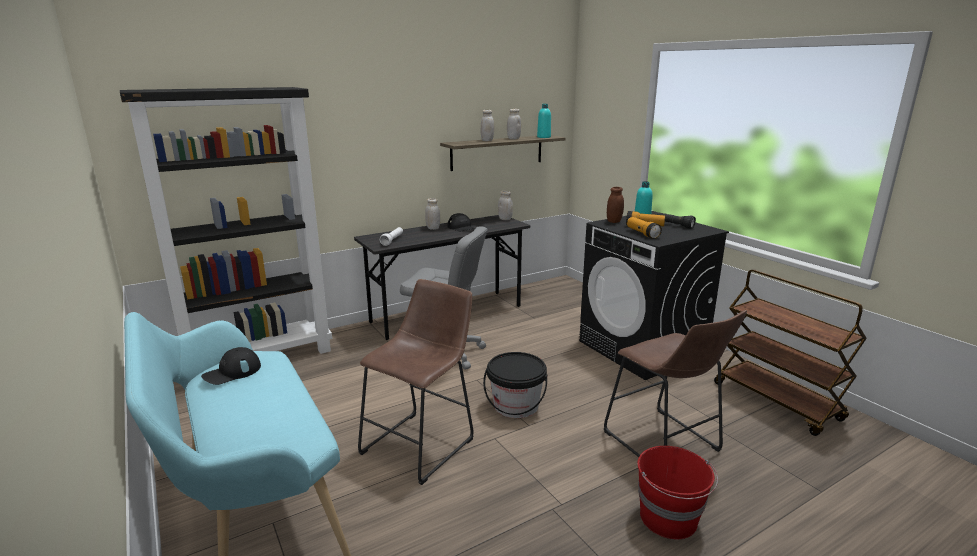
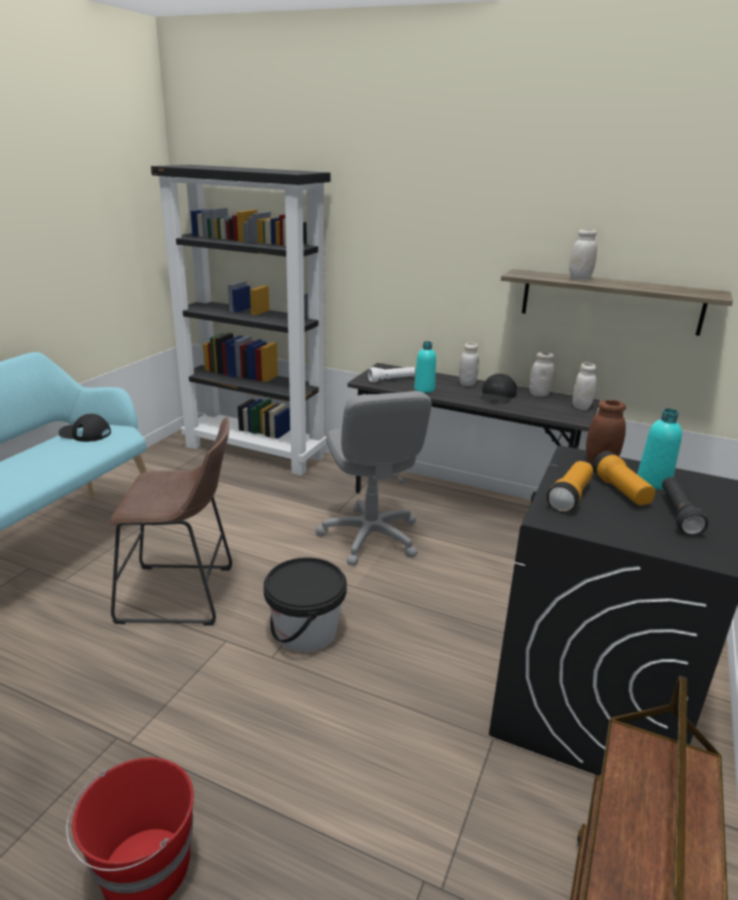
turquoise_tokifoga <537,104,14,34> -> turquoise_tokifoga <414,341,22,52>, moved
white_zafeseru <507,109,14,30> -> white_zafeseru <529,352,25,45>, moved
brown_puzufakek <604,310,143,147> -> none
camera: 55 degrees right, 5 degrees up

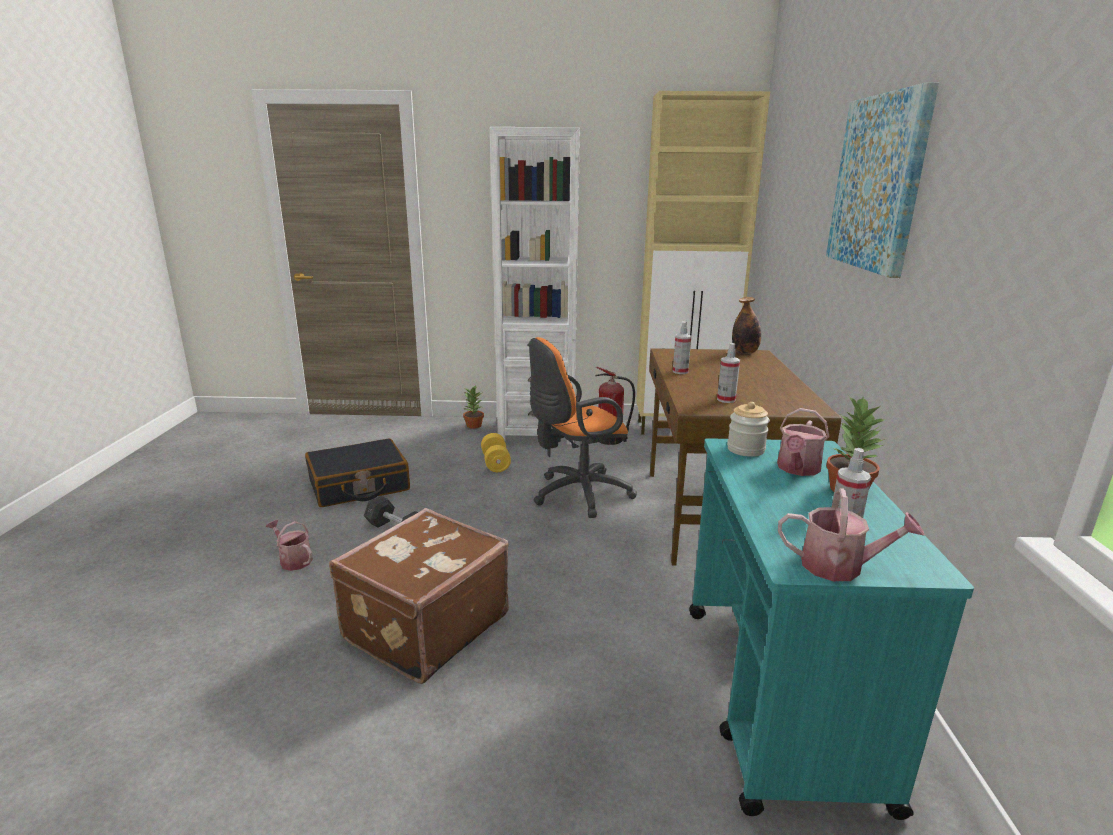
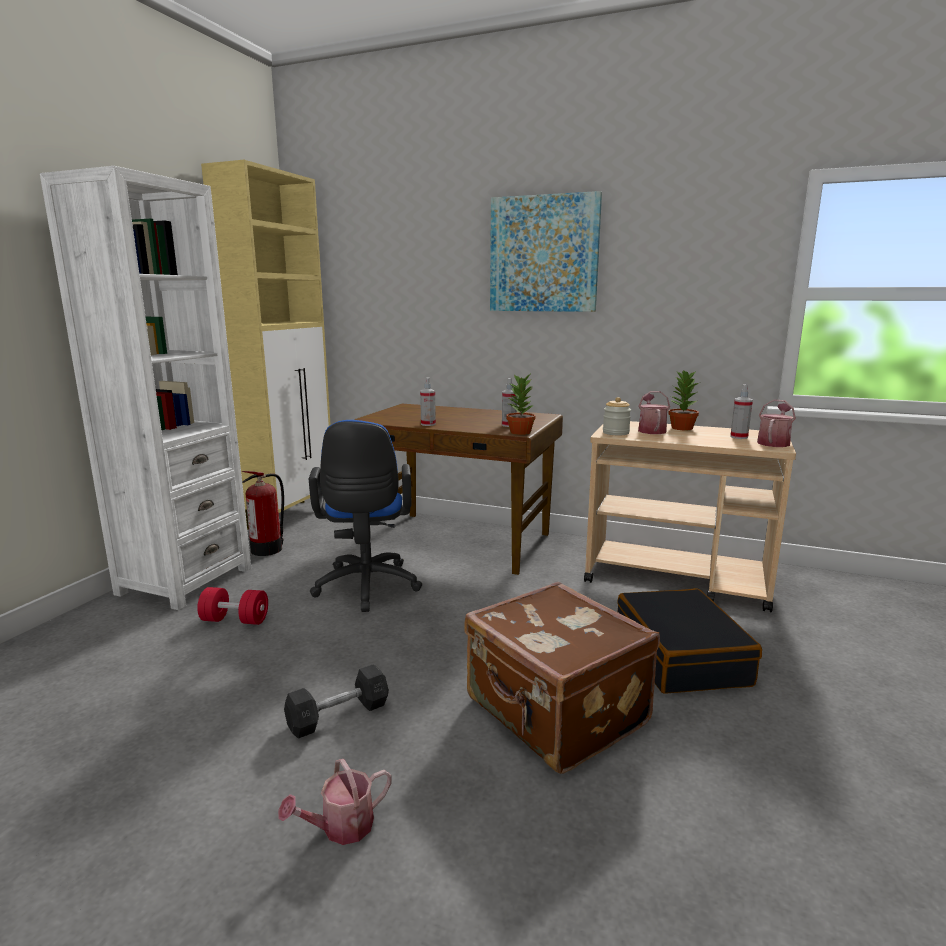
tokifoga <732,297,29,57> -> none
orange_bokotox <529,337,108,181> -> blue_bokotox <309,420,113,192>
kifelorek <463,386,21,43> -> kifelorek <506,375,29,60>, moved
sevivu <777,408,52,68> -> sevivu <638,391,32,43>, 135 degrees counterclockwise
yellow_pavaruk <481,433,30,39> -> red_pavaruk <197,587,71,38>
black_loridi <305,438,105,69> -> black_loridi <617,588,145,106>, moved
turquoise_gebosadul <689,438,285,382> -> beige_gebosadul <584,421,212,191>
camera: 70 degrees left, 5 degrees down

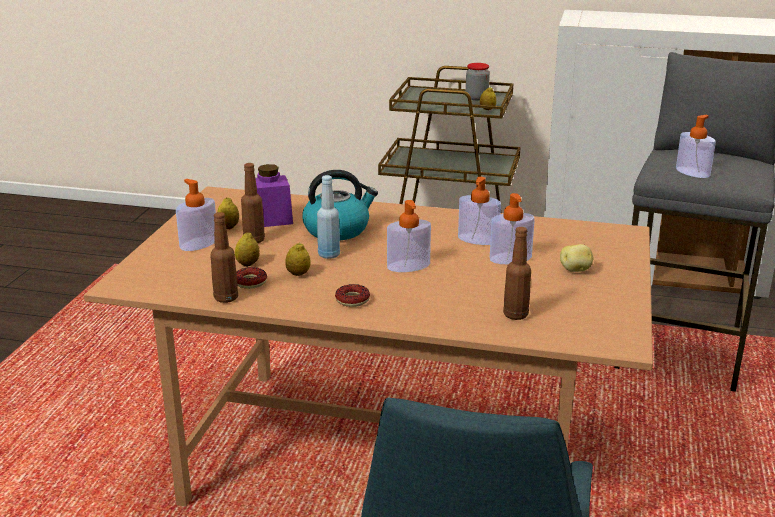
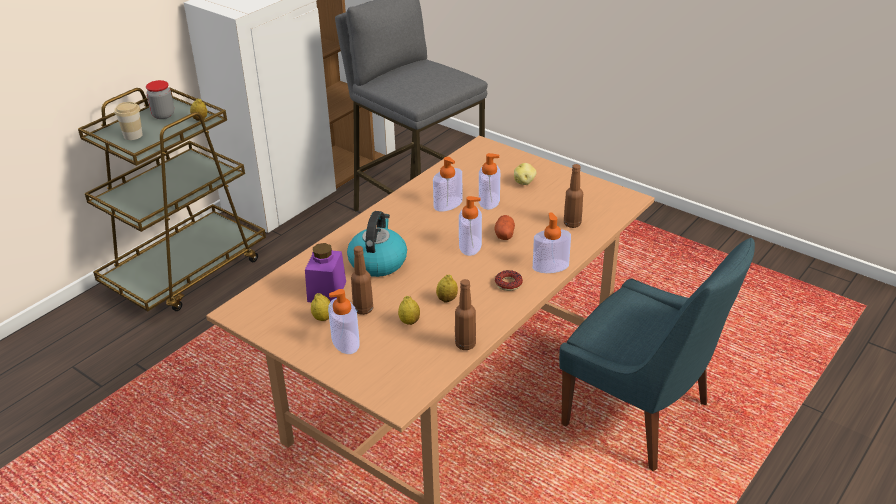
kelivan <676,115,40,63> -> kelivan <533,212,38,61>, moved
blue_tokifoga <317,175,23,84> -> none
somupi <236,267,31,22> -> none
none -> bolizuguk <114,102,29,38>
none -> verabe <494,215,21,25>
camera: 65 degrees left, 10 degrees up

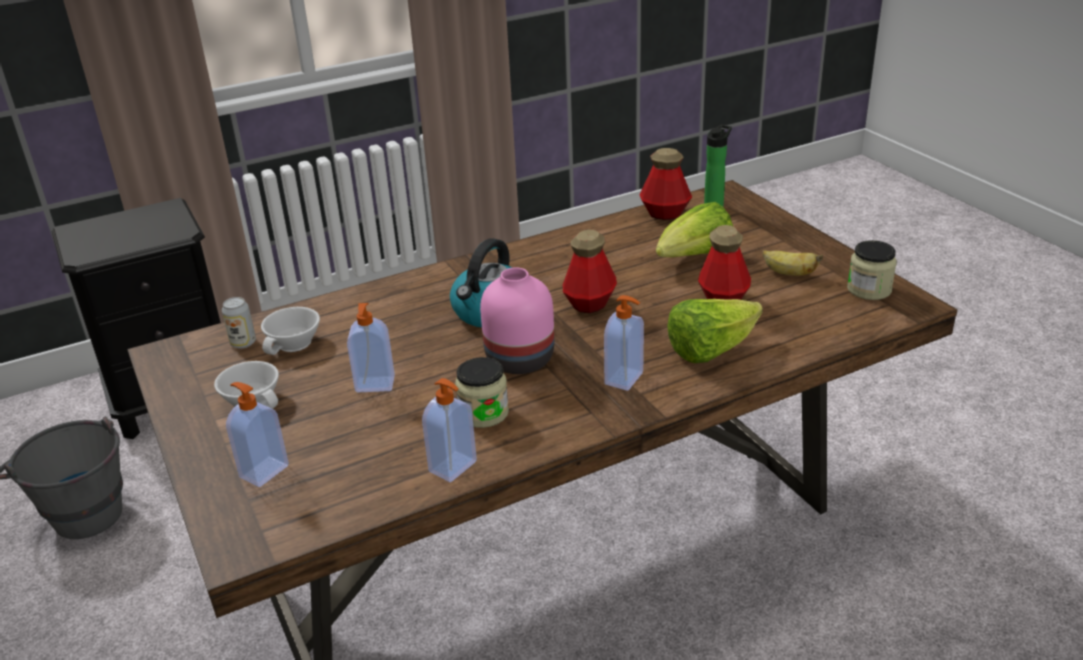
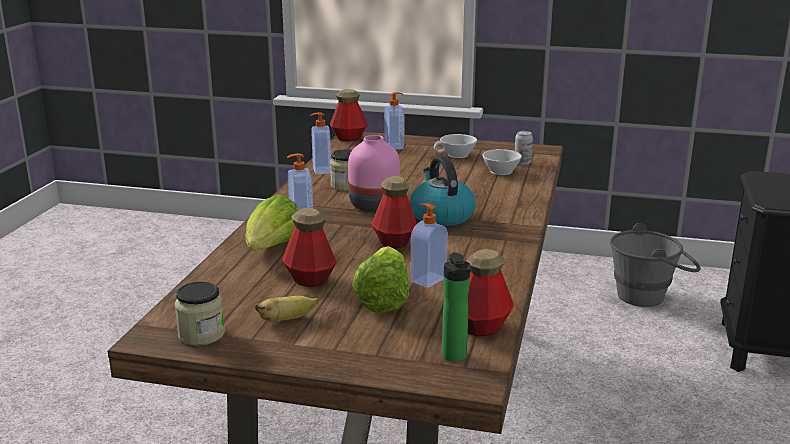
kelivan <347,303,48,89> -> kelivan <410,203,38,85>, moved
none -> tokifoga <330,89,38,52>
camera: 130 degrees right, 10 degrees down

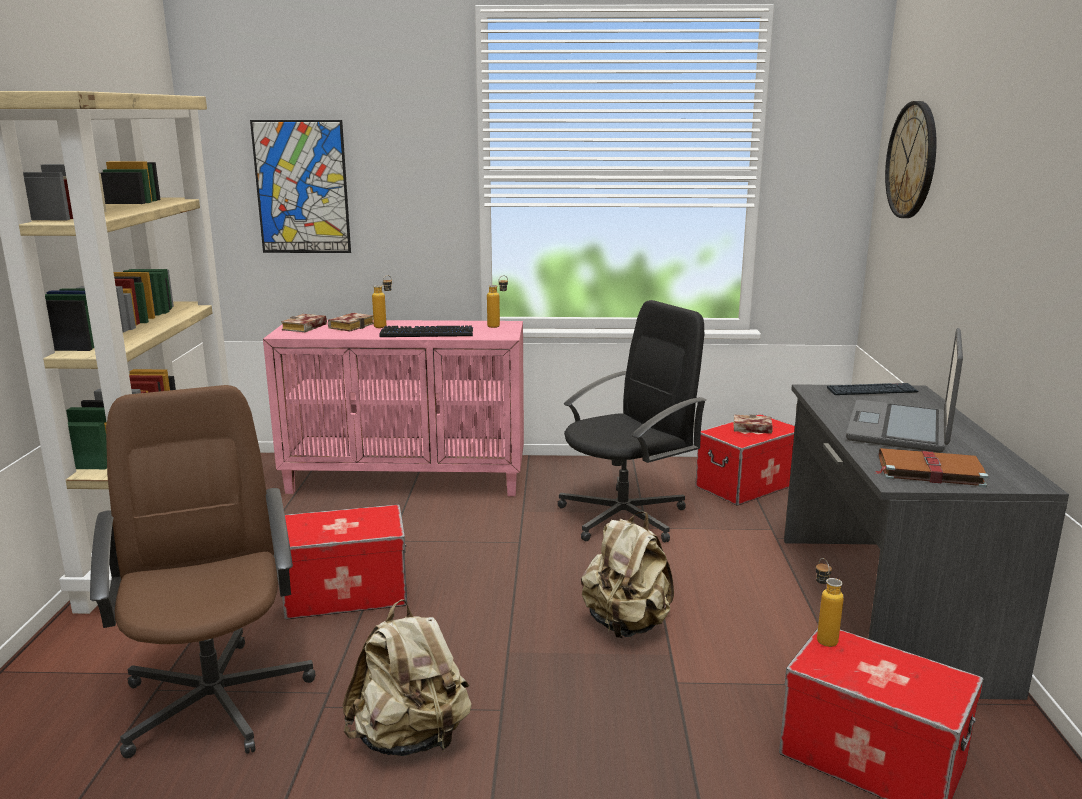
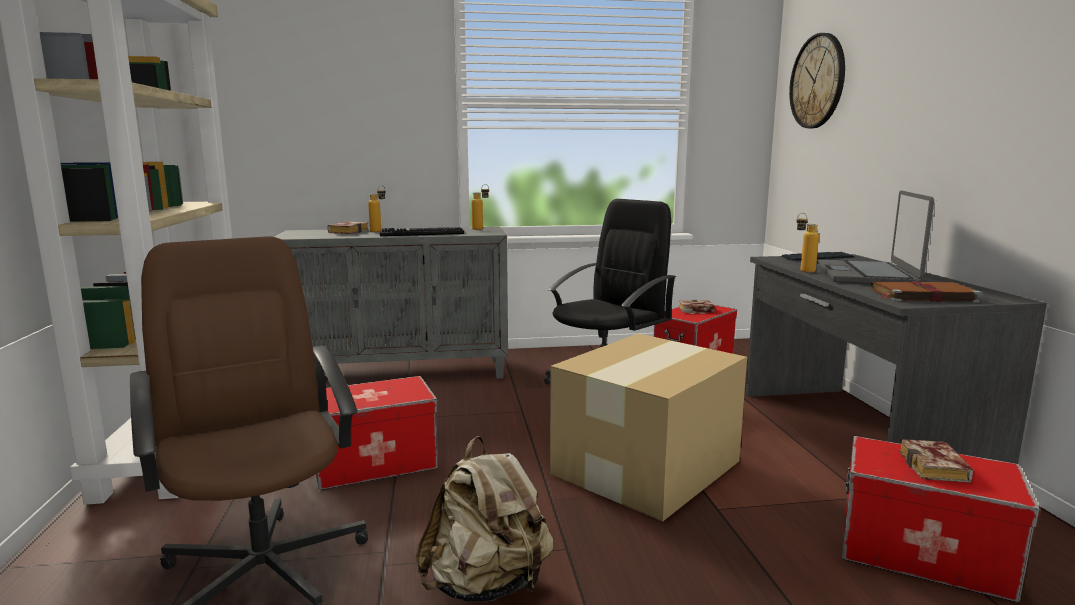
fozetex <250,120,101,133> -> none
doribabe <281,314,46,18> -> doribabe <899,439,74,44>, moved
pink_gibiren <263,320,261,176> -> grey_gibiren <275,227,233,152>
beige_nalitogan <581,512,93,126> -> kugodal <550,334,197,188>
tokifoga <816,558,28,89> -> tokifoga <796,213,23,60>, moved
camera: 10 degrees left, 5 degrees down

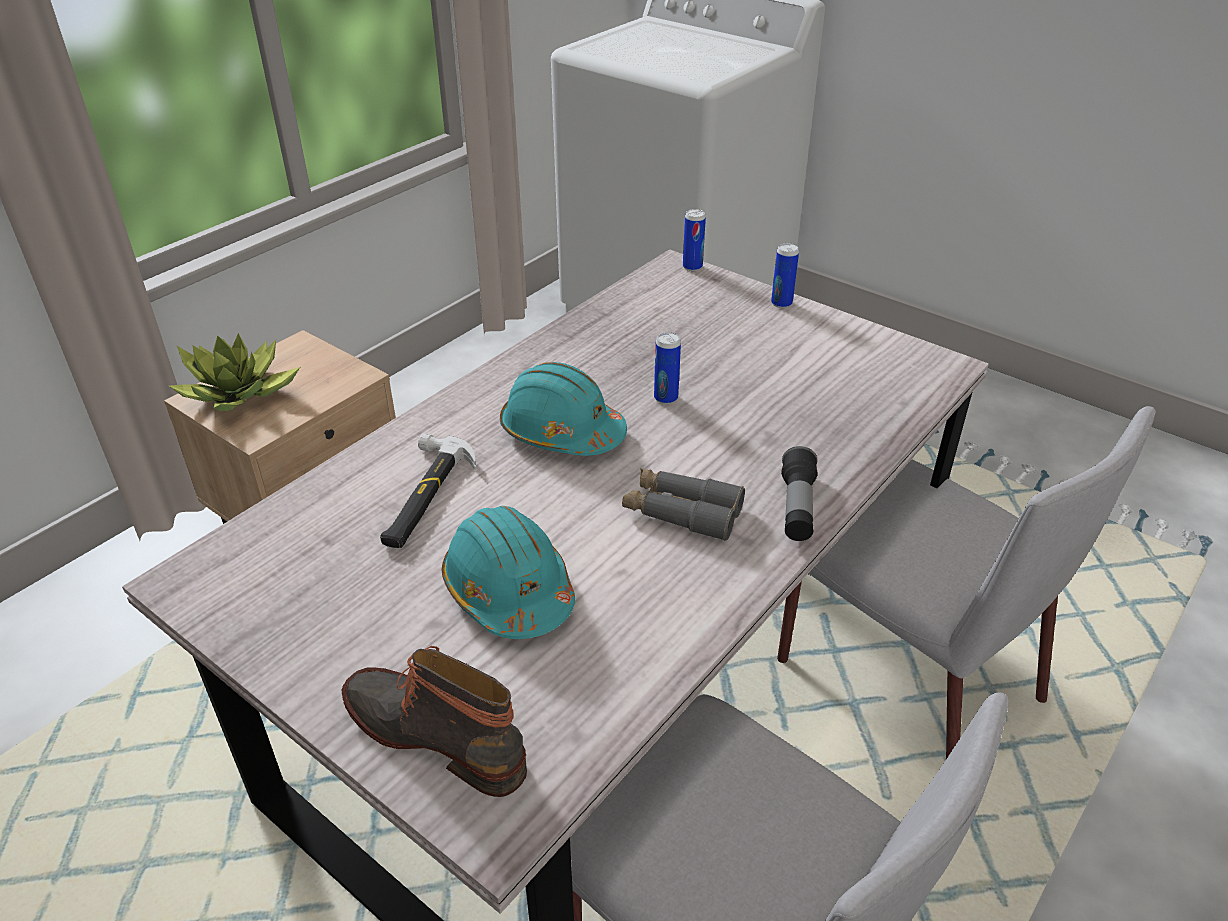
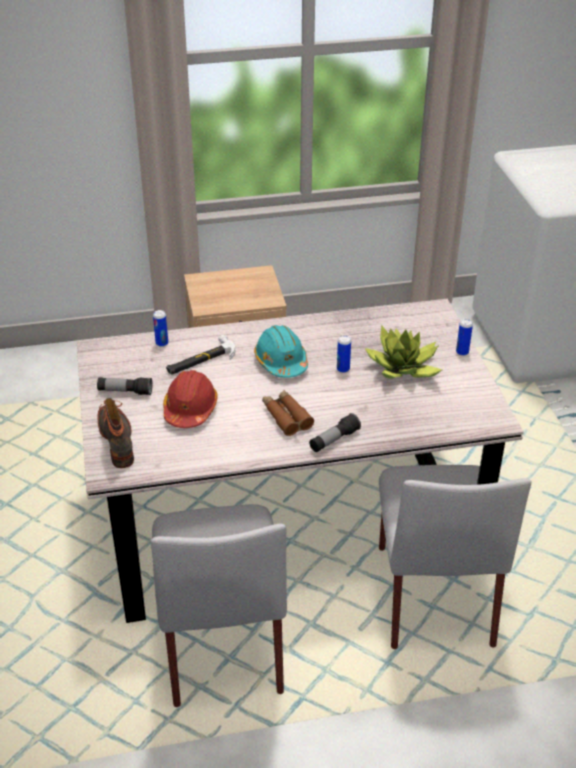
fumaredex <683,209,23,62> -> fumaredex <153,310,15,37>, moved
kifelorek <169,333,131,78> -> kifelorek <365,325,77,54>, moved
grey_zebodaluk <622,468,123,73> -> brown_zebodaluk <262,390,52,46>
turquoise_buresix <442,506,133,133> -> red_buresix <163,370,55,58>
none -> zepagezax <97,377,55,18>
camera: 40 degrees right, 0 degrees up

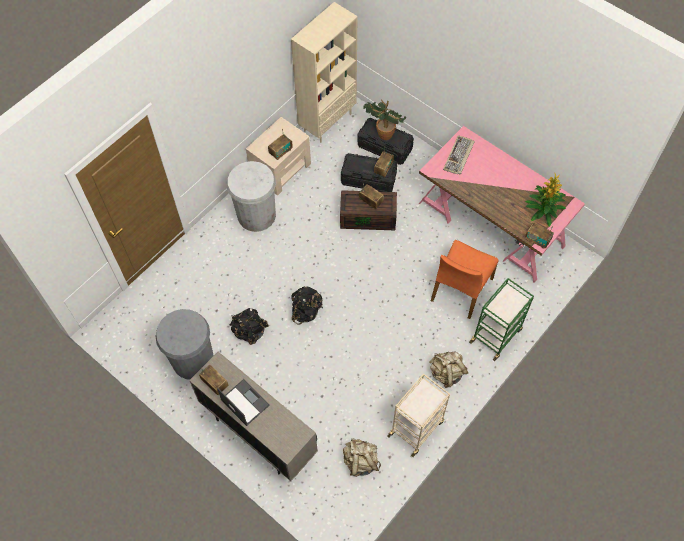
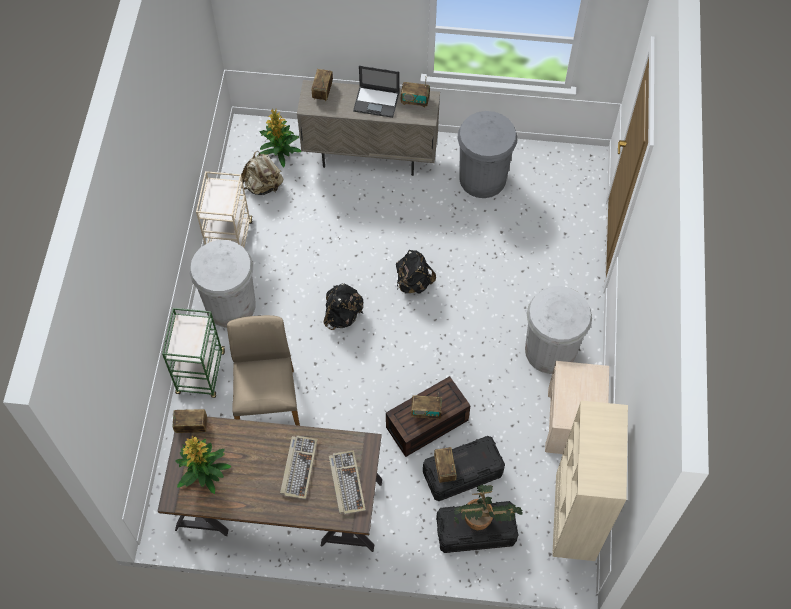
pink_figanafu <419,126,166,157> -> brown_figanafu <158,416,224,136>
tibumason <268,129,25,31> -> tibumason <312,69,21,32>, moved
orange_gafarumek <431,240,68,79> -> beige_gafarumek <227,315,73,111>
black_nalitogan <229,308,40,37> -> black_nalitogan <323,283,40,47>, moved
beige_nalitogan <429,352,39,36> -> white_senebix <189,240,67,88>
none -> kifelorek <257,109,45,58>
none -> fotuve <280,436,38,63>
camera: 145 degrees right, 0 degrees up

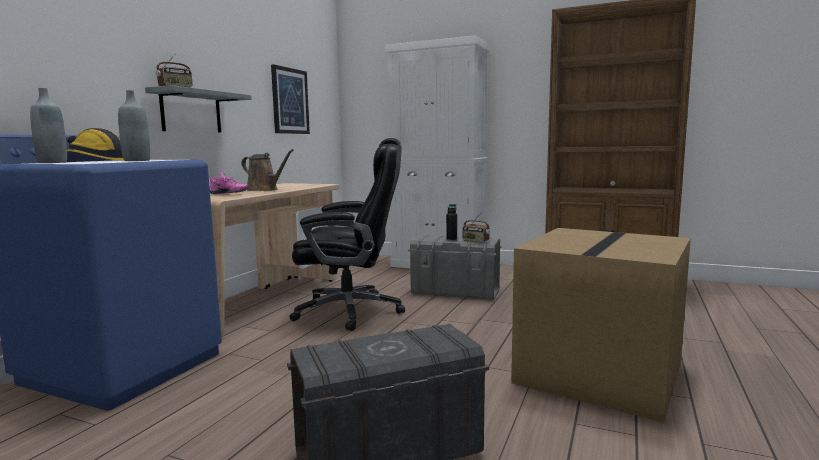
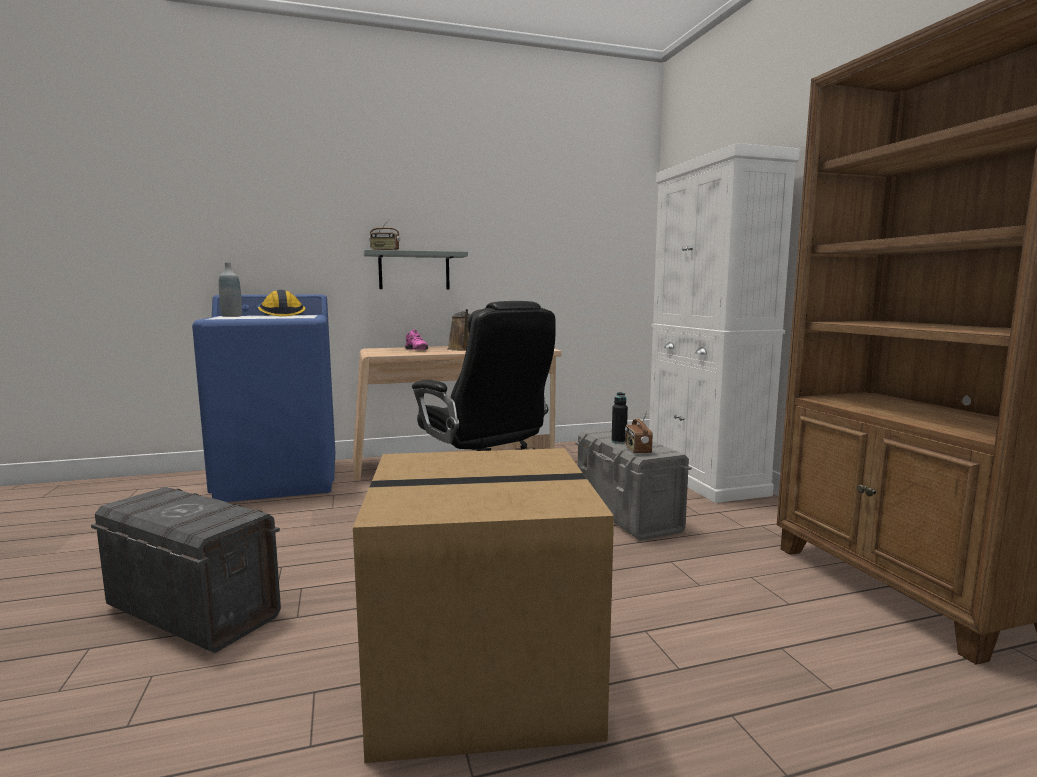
fozetex <271,64,39,70> -> none
grey_tokifoga <118,90,32,71> -> none
camera: 50 degrees right, 0 degrees up

